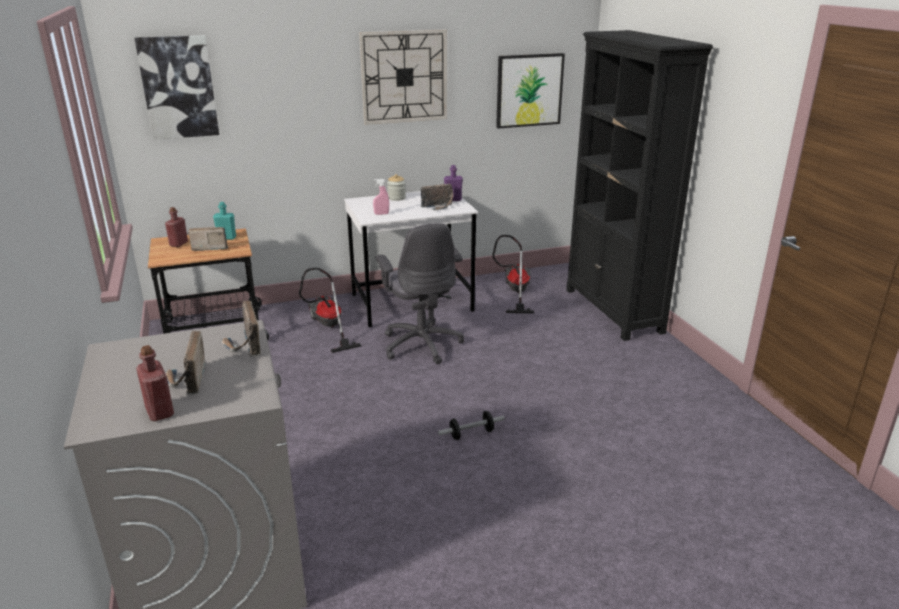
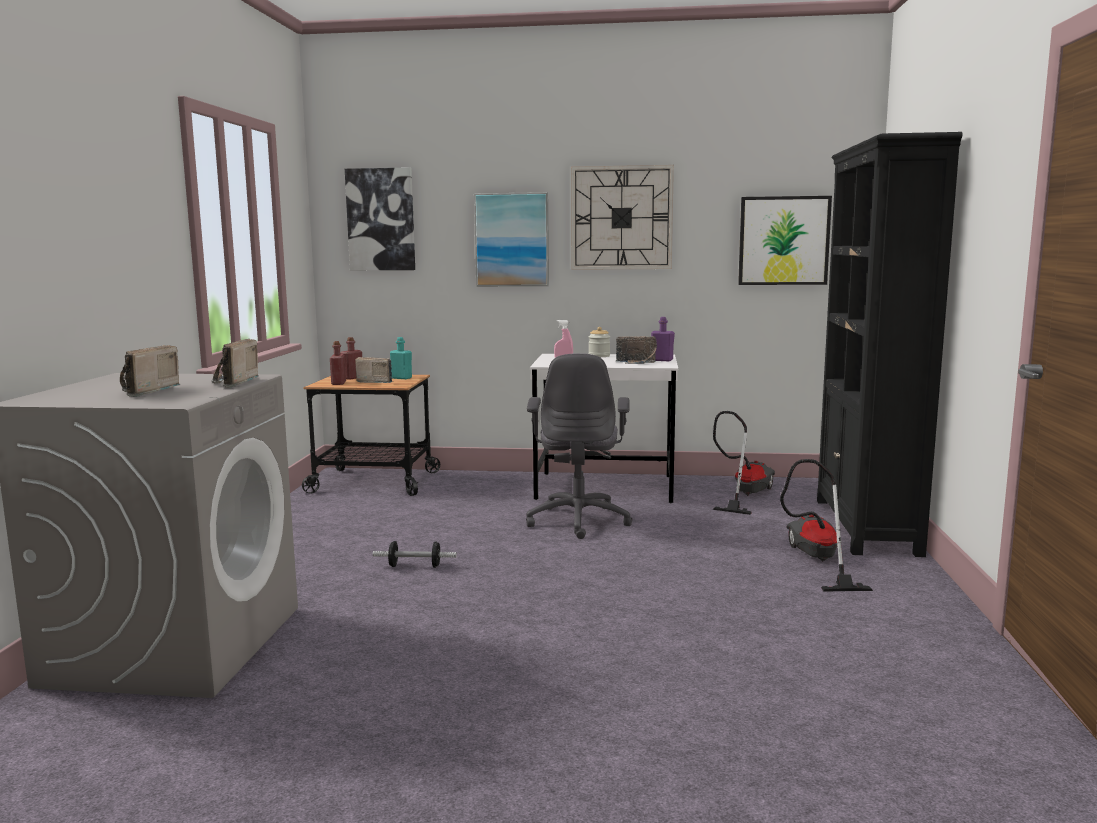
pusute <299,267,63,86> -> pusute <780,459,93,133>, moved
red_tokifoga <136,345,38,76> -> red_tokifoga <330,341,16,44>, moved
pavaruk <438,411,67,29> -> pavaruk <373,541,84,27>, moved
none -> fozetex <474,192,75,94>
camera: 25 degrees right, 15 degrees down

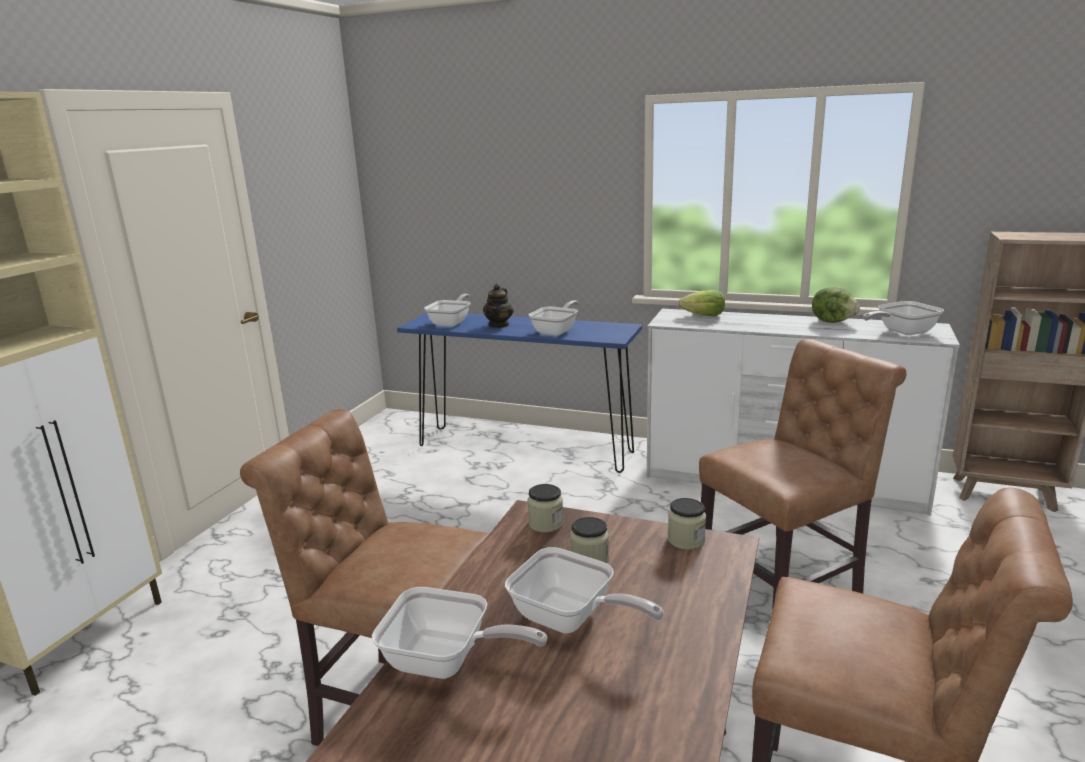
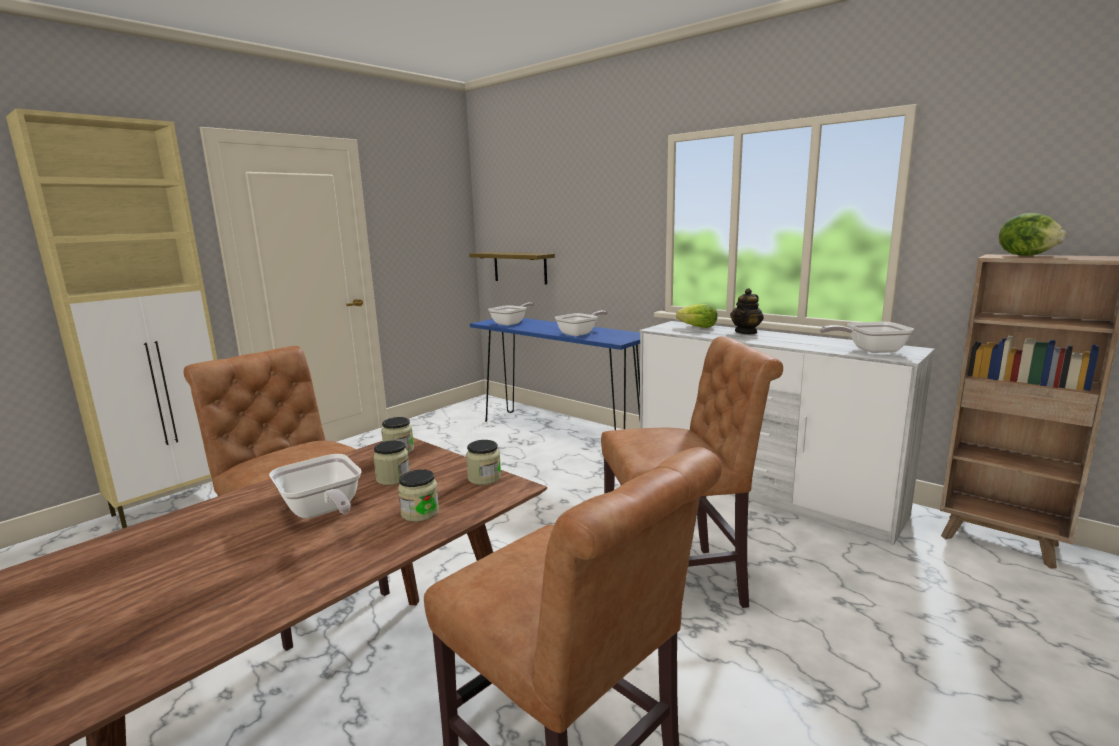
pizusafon <483,284,30,44> -> pizusafon <730,288,34,47>, moved
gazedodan <812,287,48,36> -> gazedodan <999,213,67,43>, moved
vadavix <372,587,176,92> -> none
none -> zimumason <469,252,86,33>
none -> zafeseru <398,469,41,53>
camera: 20 degrees right, 5 degrees down

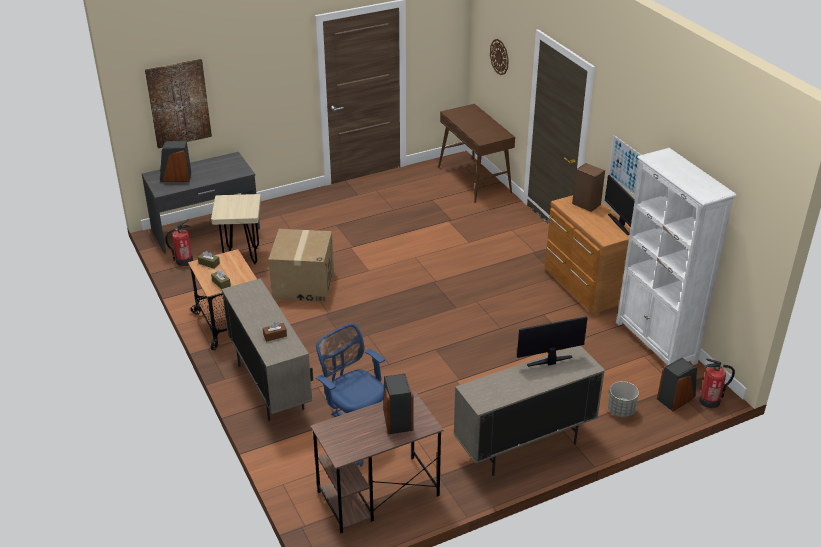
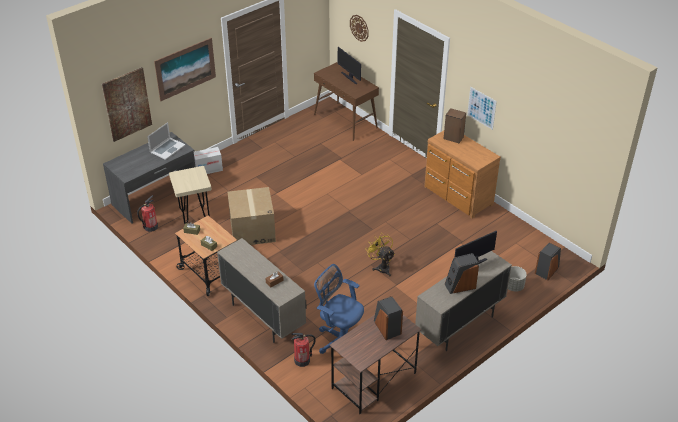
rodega <160,141,31,41> -> rodega <445,253,34,41>, moved
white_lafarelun <616,148,120,217> -> none
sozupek <605,175,30,60> -> sozupek <338,47,23,37>, moved
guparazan <699,359,36,49> -> guparazan <291,333,25,34>, moved
none -> fozetex <154,38,62,63>
none -> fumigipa <147,122,38,38>
none -> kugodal <194,147,29,27>
none -> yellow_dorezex <365,233,30,44>
camera: 15 degrees left, 5 degrees up

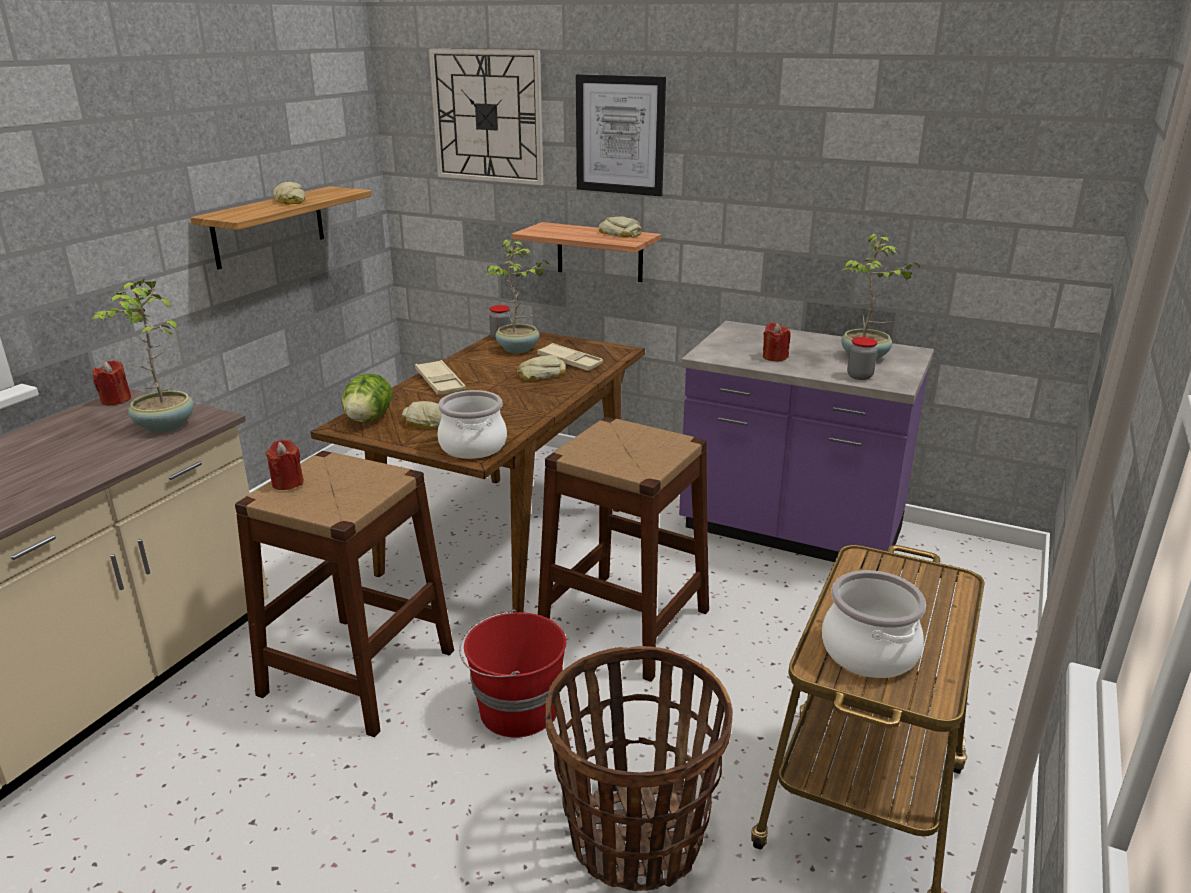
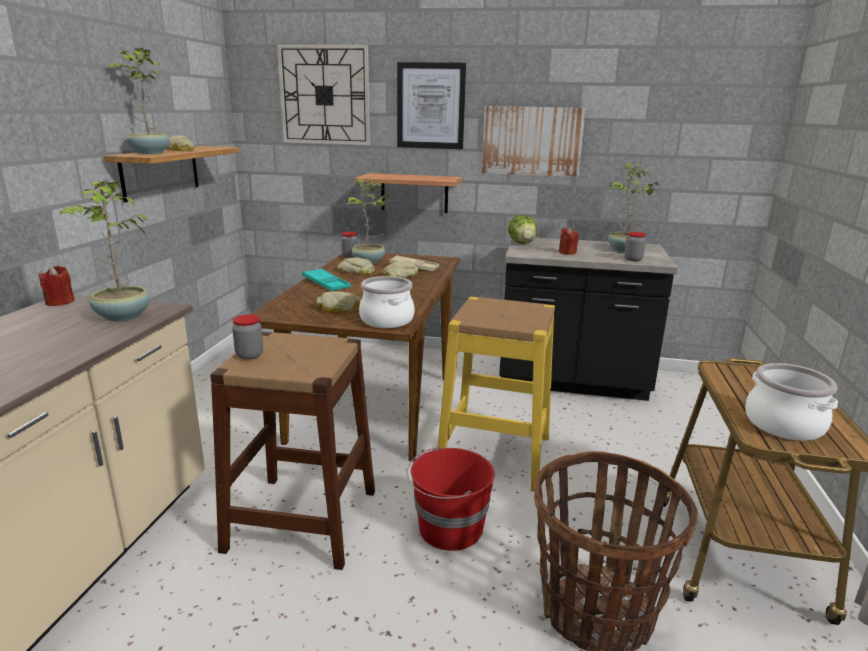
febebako <598,217,44,21> -> febebako <338,258,37,17>, moved
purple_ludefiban <679,321,255,250> -> black_ludefiban <499,237,179,164>
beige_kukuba <415,360,51,35> -> turquoise_kukuba <302,268,48,23>
gazedodan <342,373,51,49> -> gazedodan <508,215,29,29>, moved
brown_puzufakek <538,417,171,265> -> yellow_puzufakek <437,297,118,195>
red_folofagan <266,439,38,51> -> zafeseru <232,315,31,45>
none -> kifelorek <106,47,64,107>
none -> fozetex <482,106,104,71>
camera: 15 degrees left, 5 degrees down

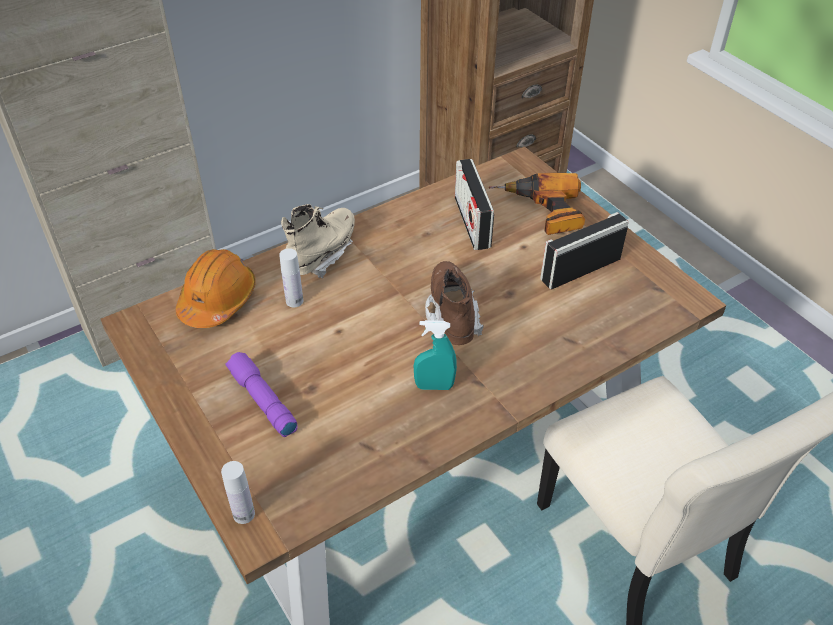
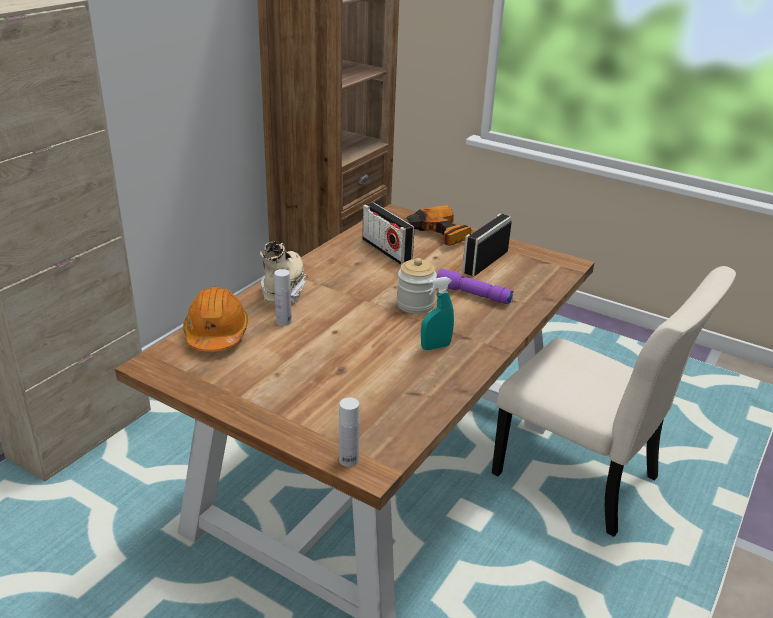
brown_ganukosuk <425,261,59,84> -> zafeseru <397,258,40,56>
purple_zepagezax <225,352,72,85> -> purple_zepagezax <437,268,77,36>, moved
camera: 25 degrees left, 15 degrees down

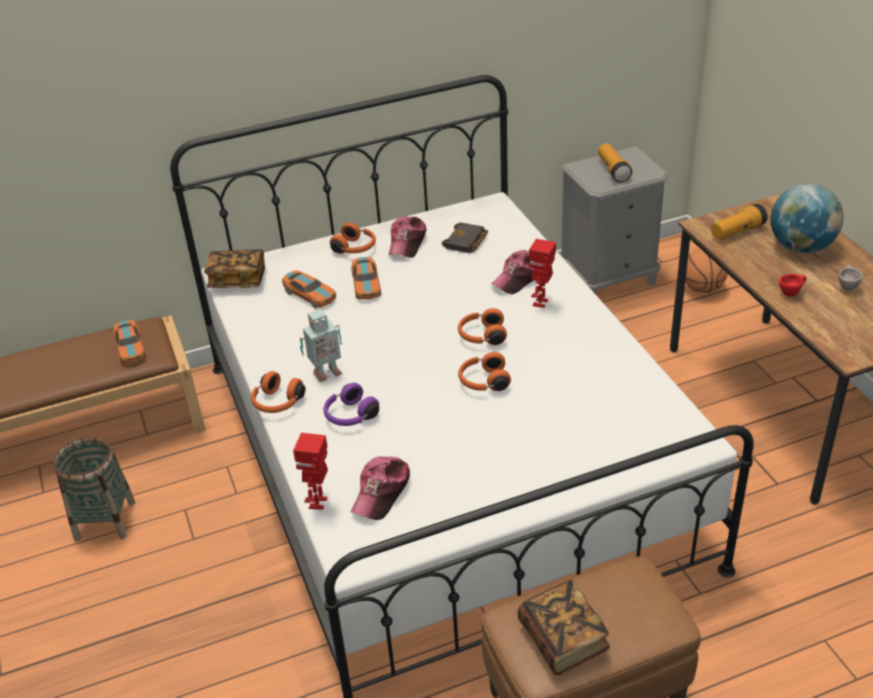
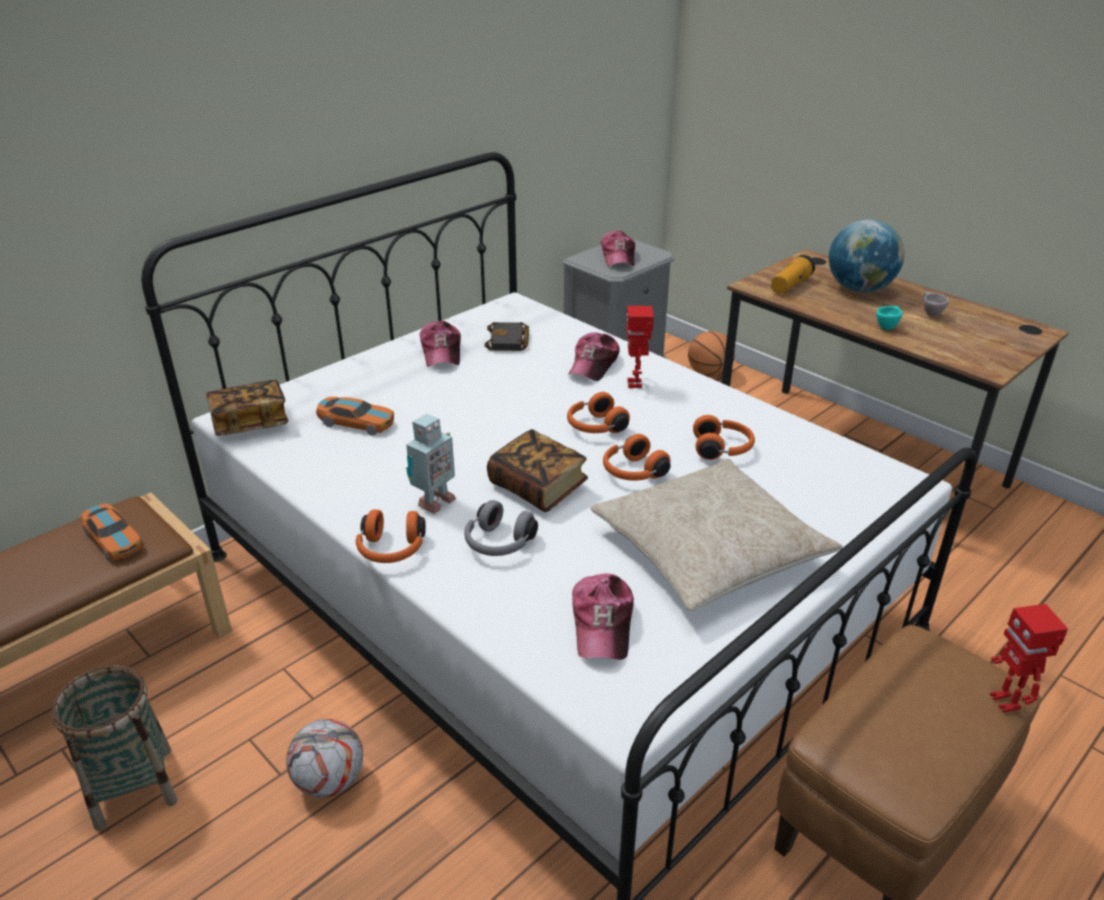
zepagezax <598,144,34,38> -> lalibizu <601,230,34,37>
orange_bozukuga <330,223,46,31> -> orange_bozukuga <693,415,62,45>, moved
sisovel <351,257,30,42> -> none
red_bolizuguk <779,274,28,23> -> turquoise_bolizuguk <876,306,26,24>
purple_bozukuga <324,383,55,43> -> grey_bozukuga <464,500,74,56>
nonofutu <293,433,35,77> -> nonofutu <990,604,78,109>, moved
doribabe <518,580,92,95> -> doribabe <487,429,101,83>, moved
none -> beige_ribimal <590,459,253,152>
none -> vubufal <286,719,77,79>
camera: 25 degrees left, 5 degrees down

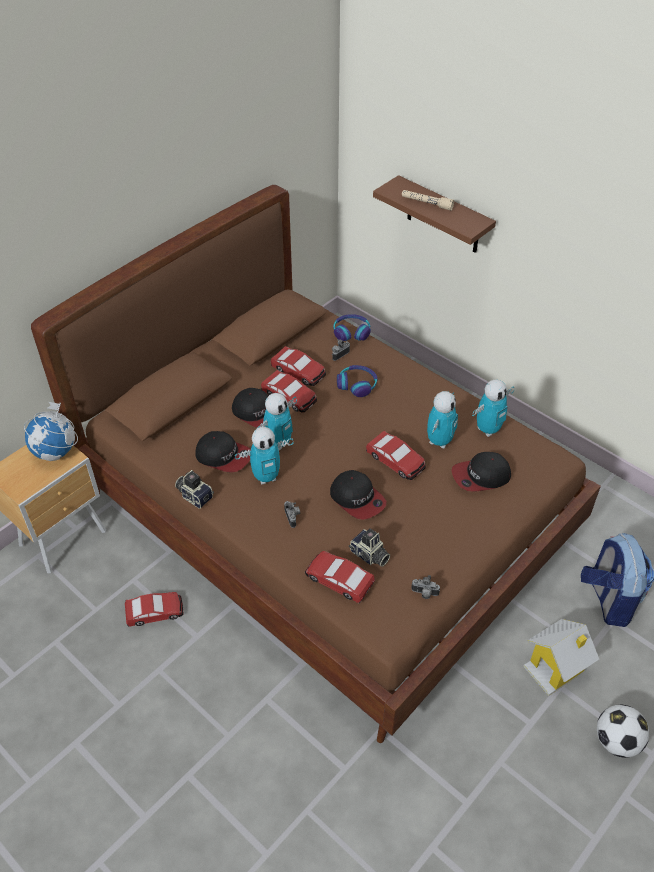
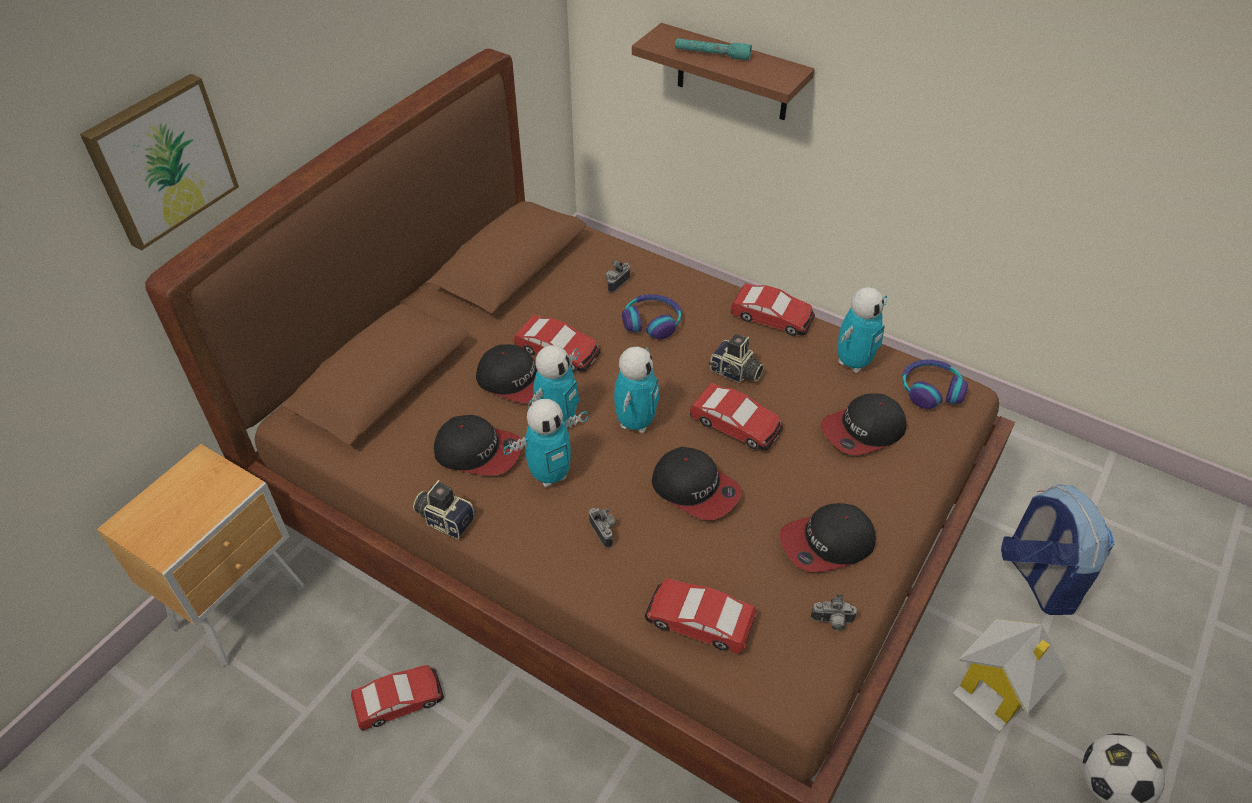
beige_zepagezax <402,190,52,21> -> turquoise_zepagezax <675,38,77,23>
bozukuga <333,314,38,27> -> bozukuga <902,359,66,50>, moved
sisovel <271,346,55,40> -> sisovel <730,283,85,53>, moved
nonofutu <427,391,31,57> -> nonofutu <614,346,45,87>, moved
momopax <24,402,54,59> -> none
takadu <349,528,41,39> -> takadu <709,334,55,49>, moved
none -> fozetex <80,74,159,176>
none -> lalibizu <780,503,96,69>
camera: 10 degrees left, 0 degrees up

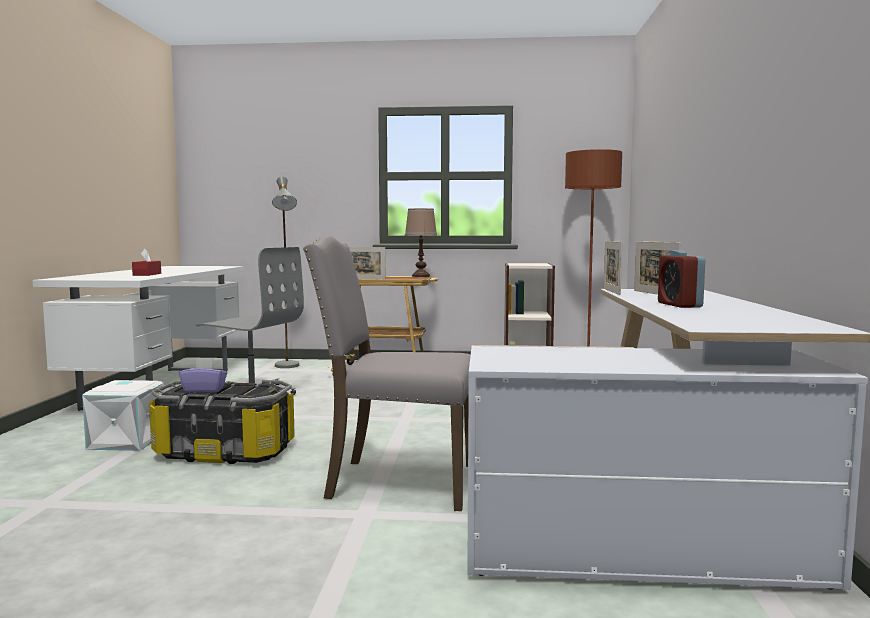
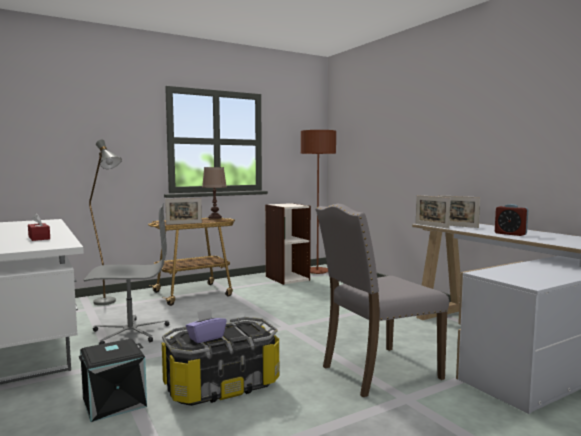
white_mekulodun <82,380,82,71> -> black_mekulodun <79,339,68,83>
camera: 35 degrees left, 0 degrees up

